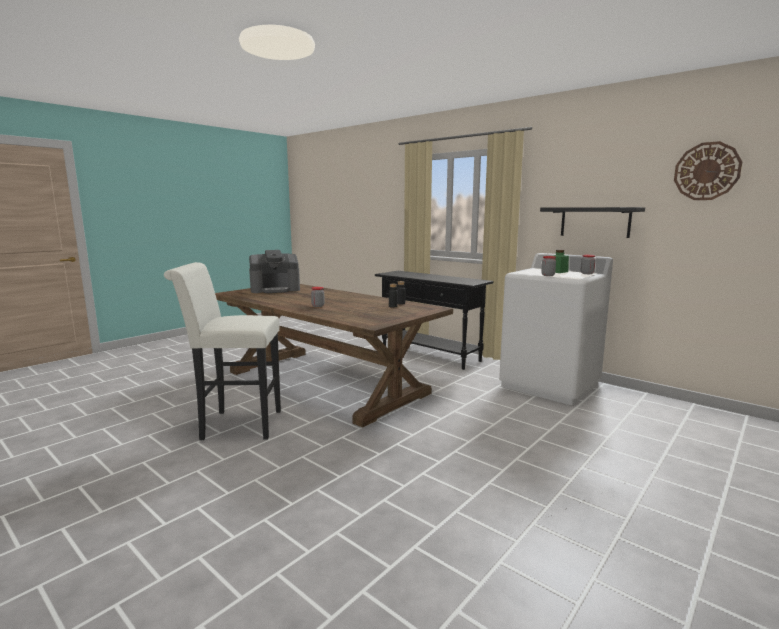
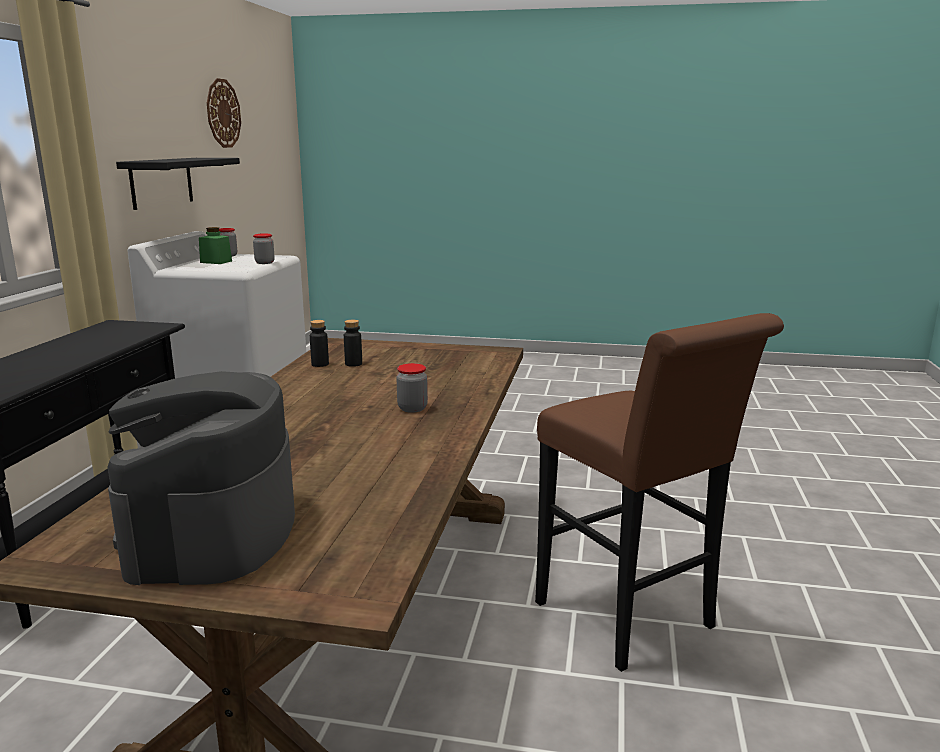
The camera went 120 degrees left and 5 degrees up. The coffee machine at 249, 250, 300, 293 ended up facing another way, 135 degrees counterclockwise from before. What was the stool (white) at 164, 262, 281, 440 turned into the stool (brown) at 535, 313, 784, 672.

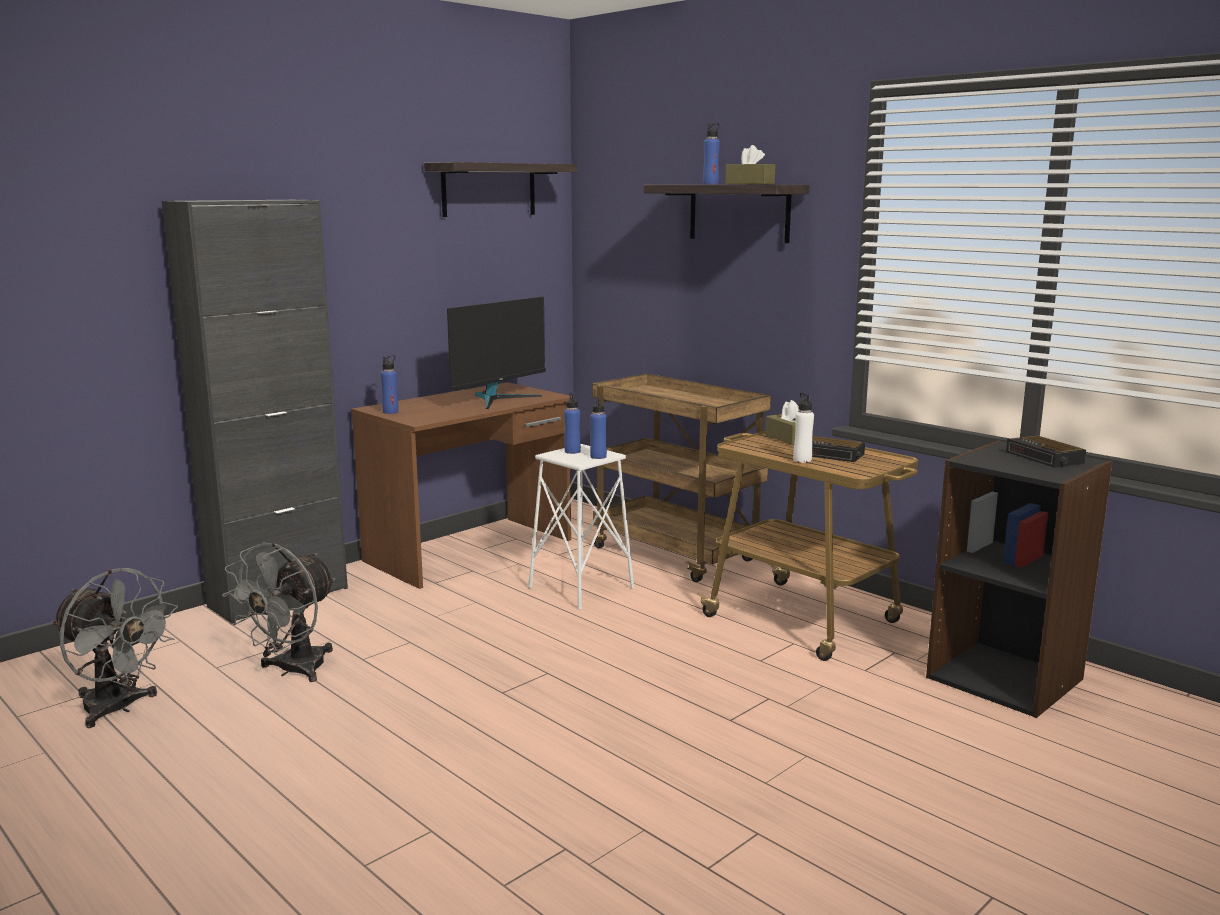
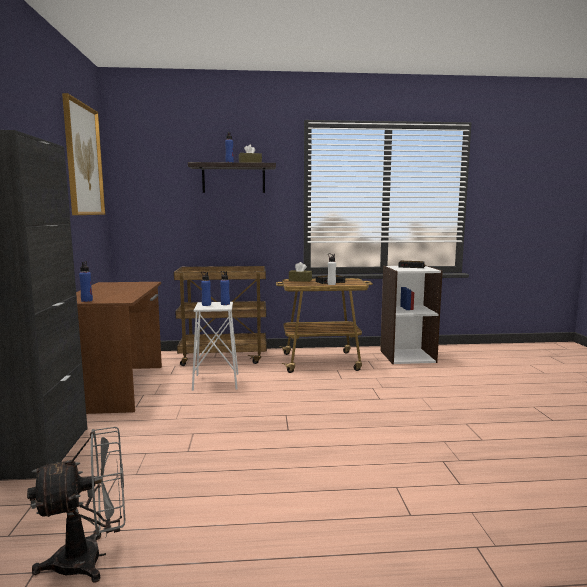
The camera went 50 degrees left and 5 degrees down. Where the shelf hung at 424, 162, 577, 217, the picture came to hang at 62, 93, 105, 215. The second view lost the monitor at 447, 296, 546, 409. What was the bookcase (black) at 926, 440, 1112, 718 turned into the bookcase (white) at 380, 265, 443, 364. The second view lost the fan (grey) at 222, 542, 336, 682.

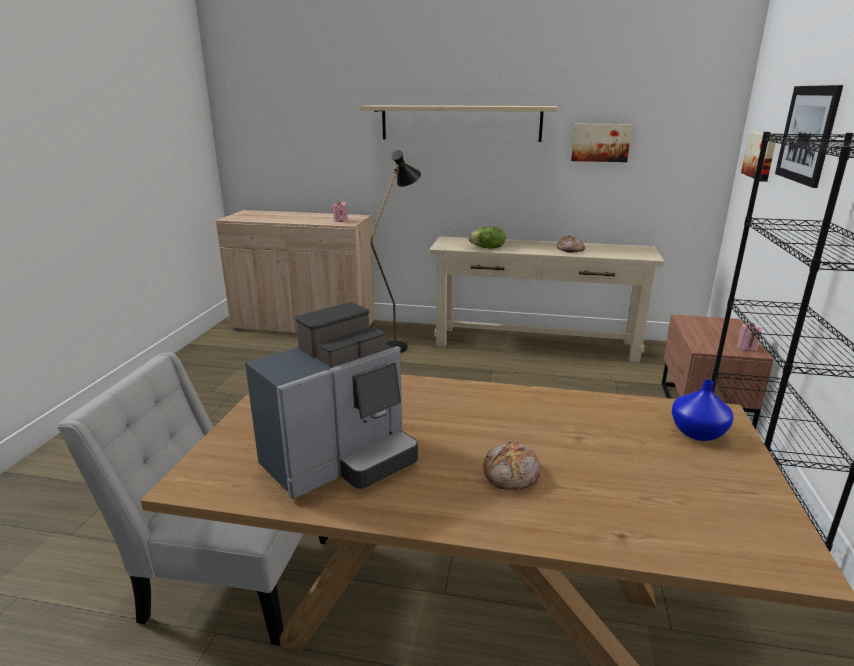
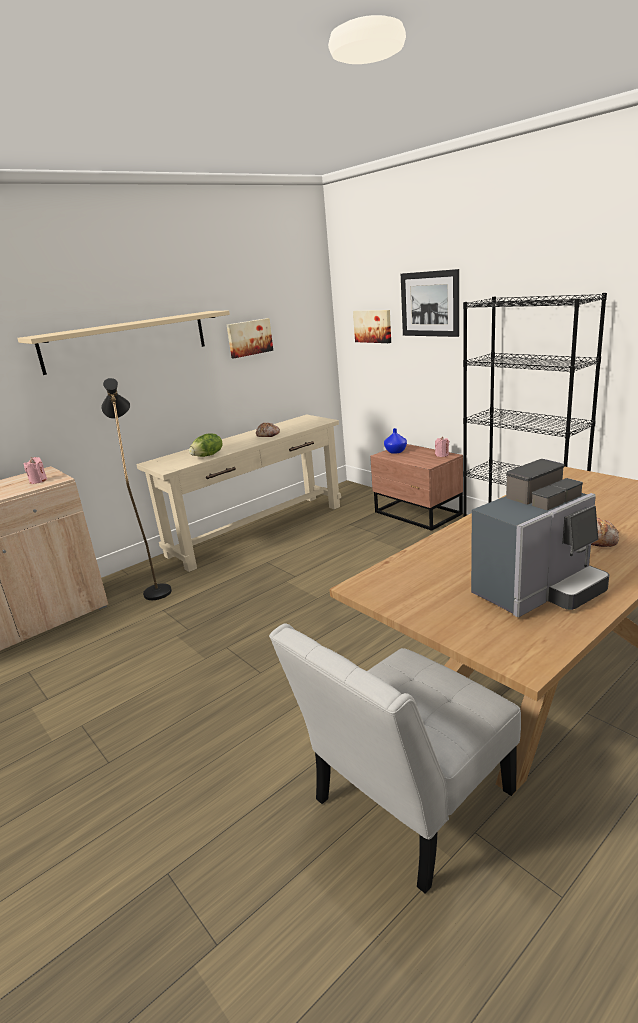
The camera went 50 degrees left and 0 degrees up. The coffee machine at 245, 302, 418, 499 ended up facing another way, 60 degrees clockwise from before. The vase (blue) ended up elsewhere, having gone from 672, 380, 733, 441 to 384, 428, 407, 454.

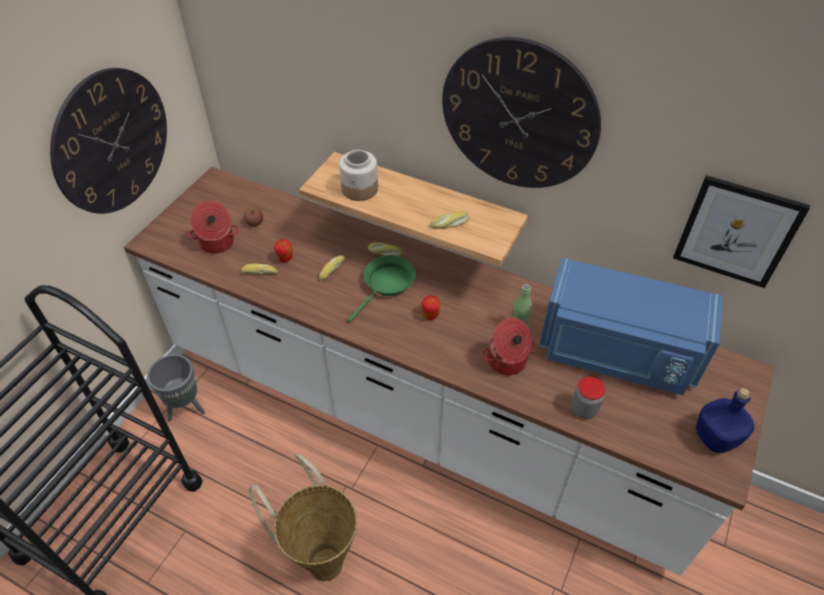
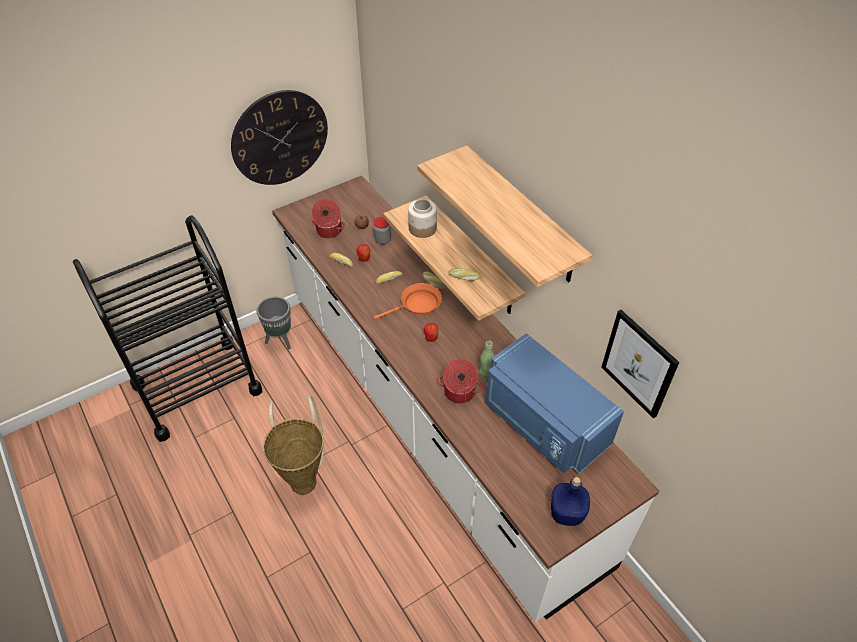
The camera went 30 degrees right and 0 degrees up. Where the wall clock hung at 442, 37, 601, 188, the shelf came to hang at 417, 145, 592, 287. What was the frying pan (green) at 348, 255, 416, 322 turned into the frying pan (orange) at 374, 283, 442, 319. The jar ended up elsewhere, having gone from 571, 377, 605, 419 to 373, 217, 391, 245.

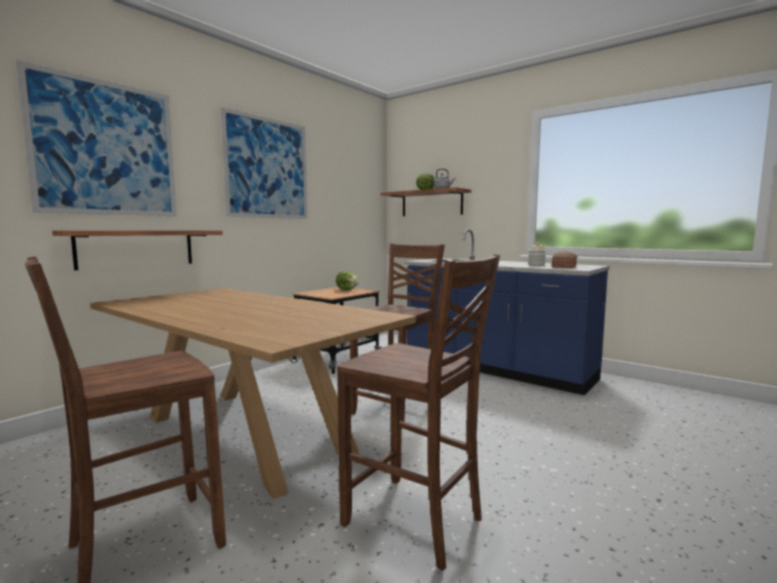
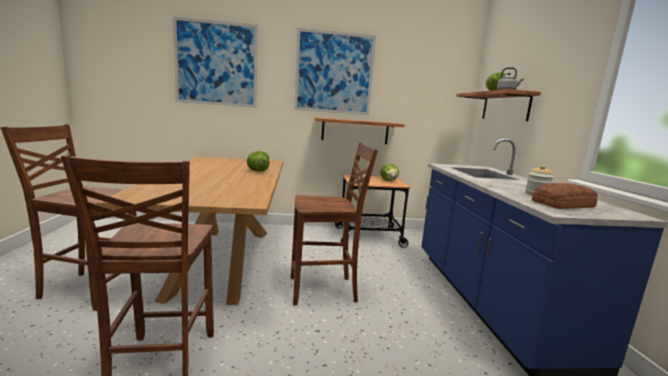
The camera went 45 degrees right and 5 degrees up. The shelf ended up elsewhere, having gone from 52, 230, 223, 270 to 314, 117, 405, 144. The second view gained the lettuce at 247, 151, 269, 172.

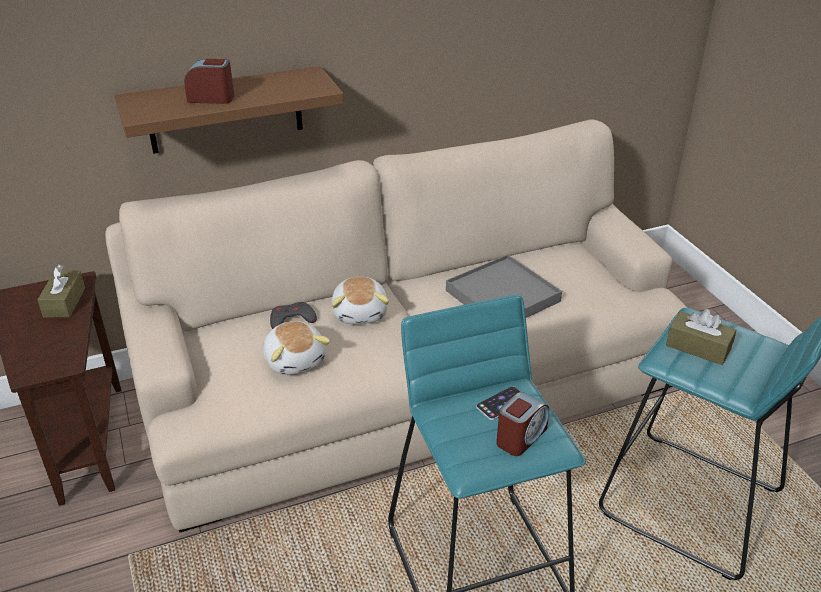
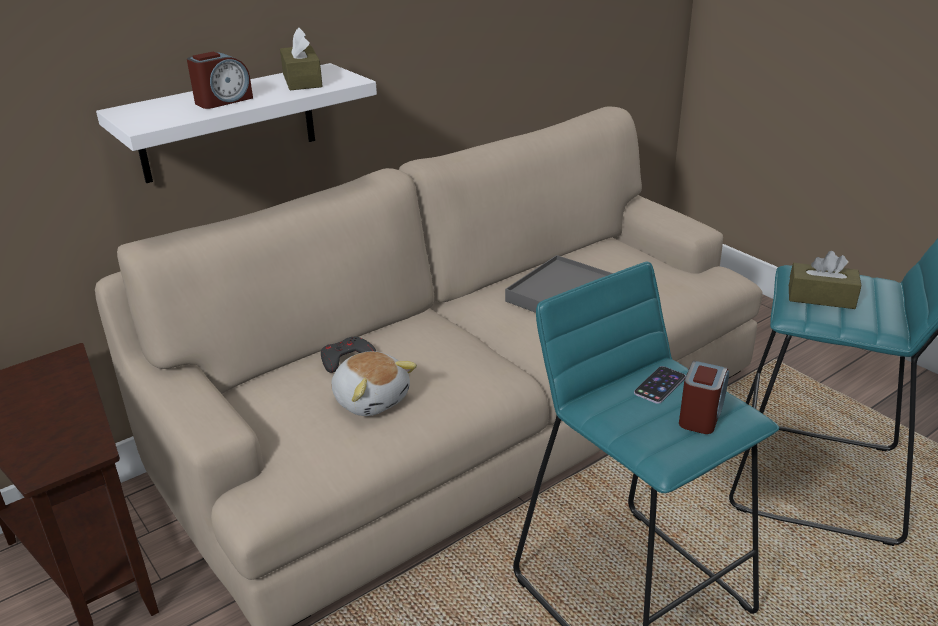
The camera went 15 degrees left and 5 degrees down. The alarm clock at 184, 59, 234, 104 ended up facing another way, 150 degrees clockwise from before. What was the shelf (brown) at 115, 66, 344, 154 turned into the shelf (white) at 96, 63, 377, 183. The tissue box (brown) ended up elsewhere, having gone from 38, 265, 85, 318 to 280, 27, 323, 90. The second view lost the plush toy at 332, 277, 389, 324.

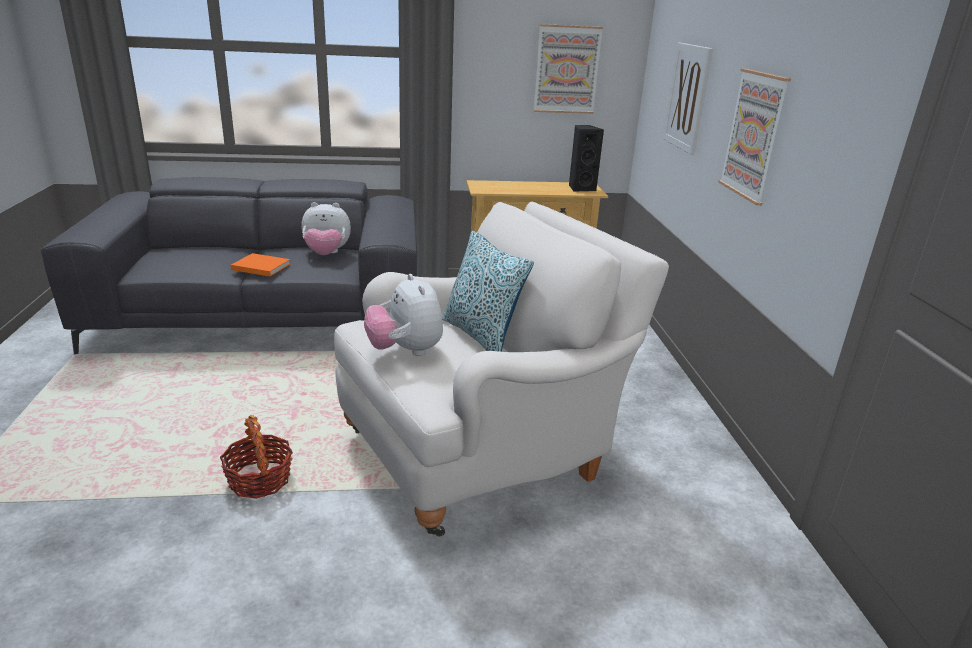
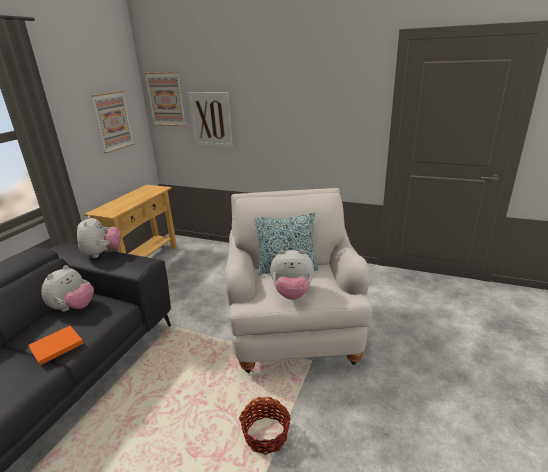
The camera went 60 degrees left and 0 degrees up. The picture ended up elsewhere, having gone from 718, 69, 791, 205 to 145, 72, 186, 126. The second view lost the speaker (black) at 569, 125, 604, 192. The second view gained the plush toy at 77, 215, 121, 258.

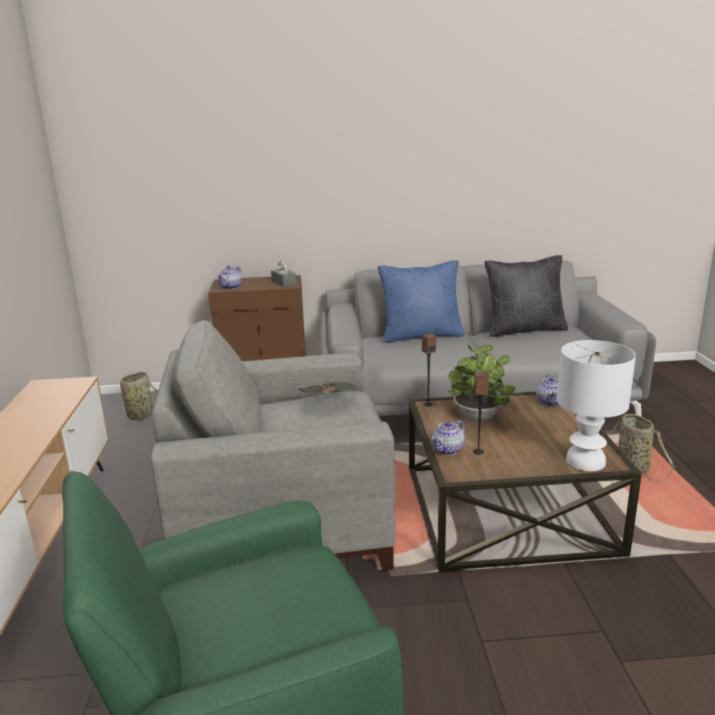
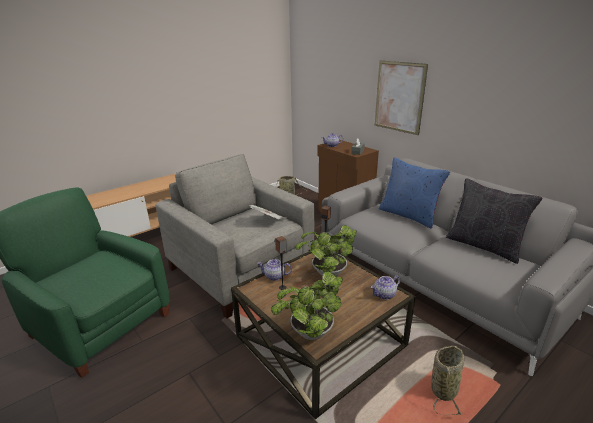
The camera went 55 degrees right and 5 degrees up. Where the table lamp (white) stood at 557, 340, 636, 471, the potted plant came to stand at 271, 271, 343, 340. The second view gained the picture at 375, 61, 428, 135.

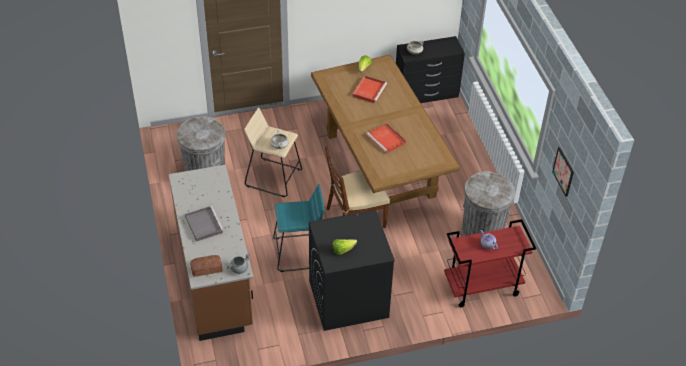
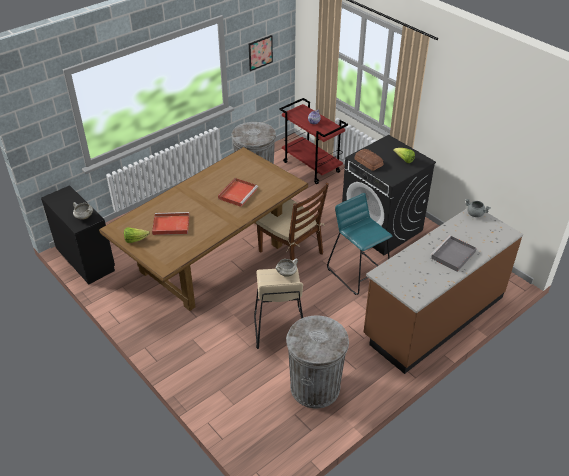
The camera went 115 degrees left and 5 degrees down. The bread ended up elsewhere, having gone from 190, 255, 223, 277 to 354, 149, 383, 171.

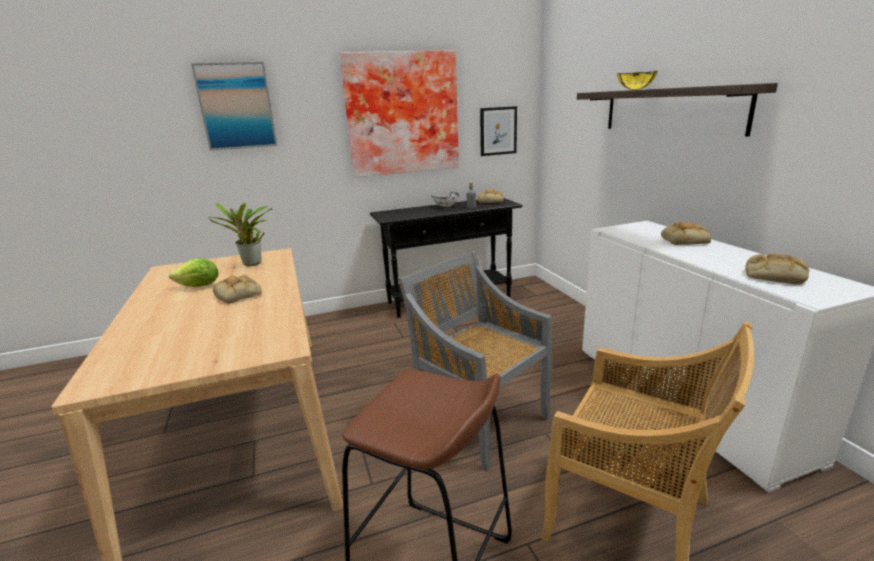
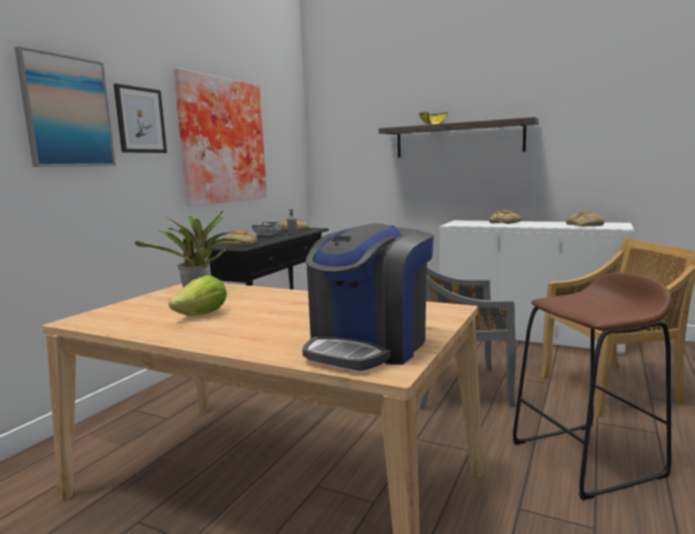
The camera went 45 degrees left and 10 degrees down. The picture ended up elsewhere, having gone from 480, 106, 517, 156 to 114, 84, 167, 153. The bread ended up elsewhere, having gone from 213, 274, 262, 304 to 224, 230, 258, 246. The second view gained the coffee machine at 302, 223, 434, 371.

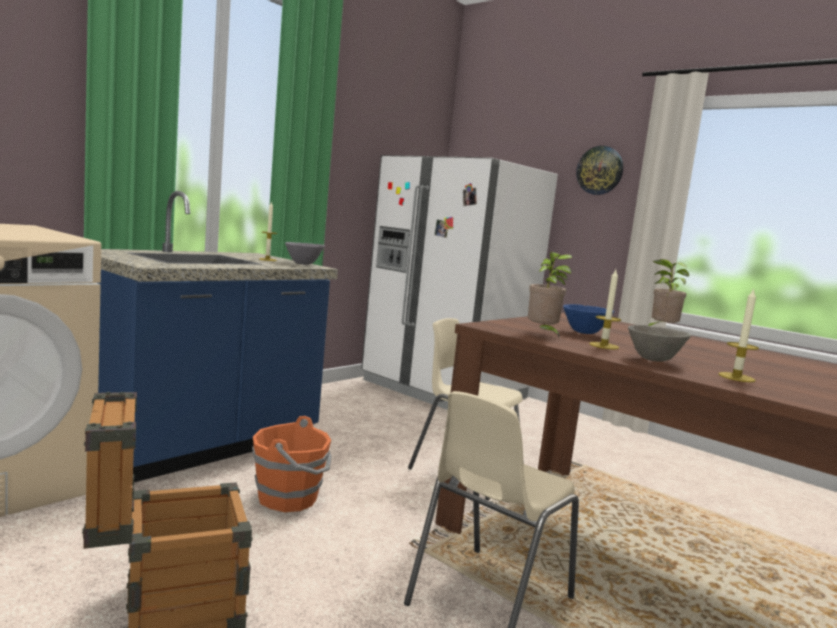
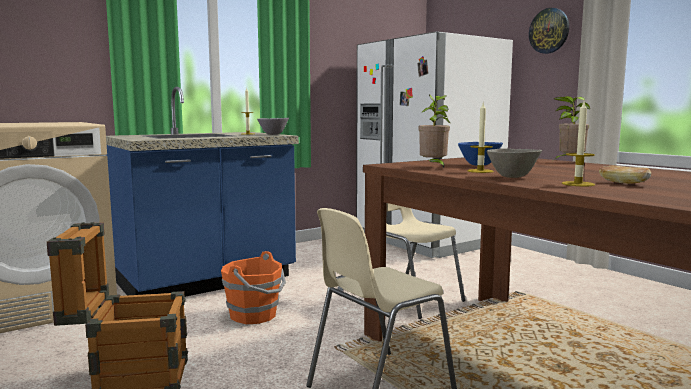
The camera went 15 degrees right and 0 degrees up. The second view gained the bread at 599, 166, 651, 184.

